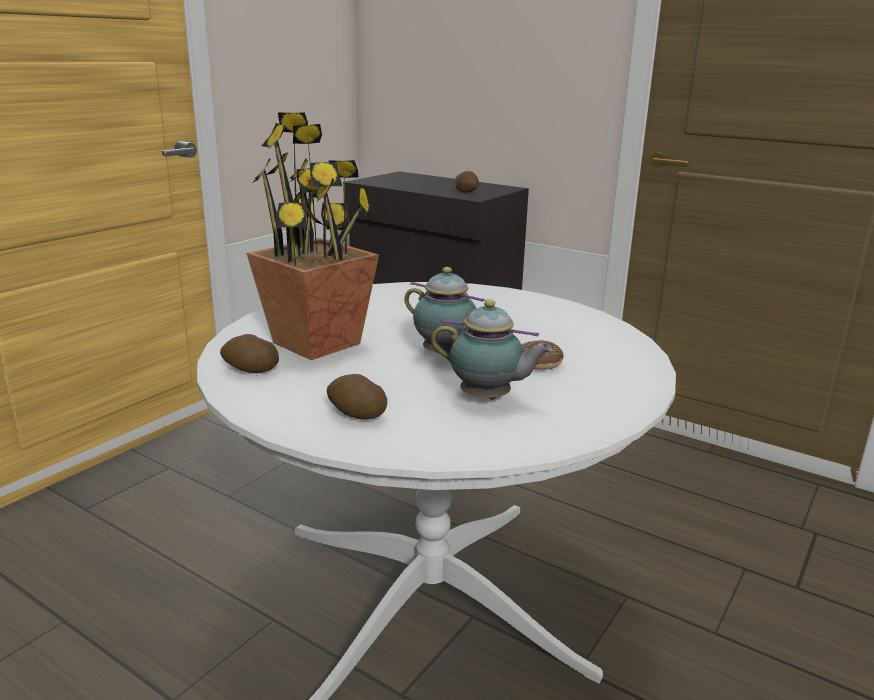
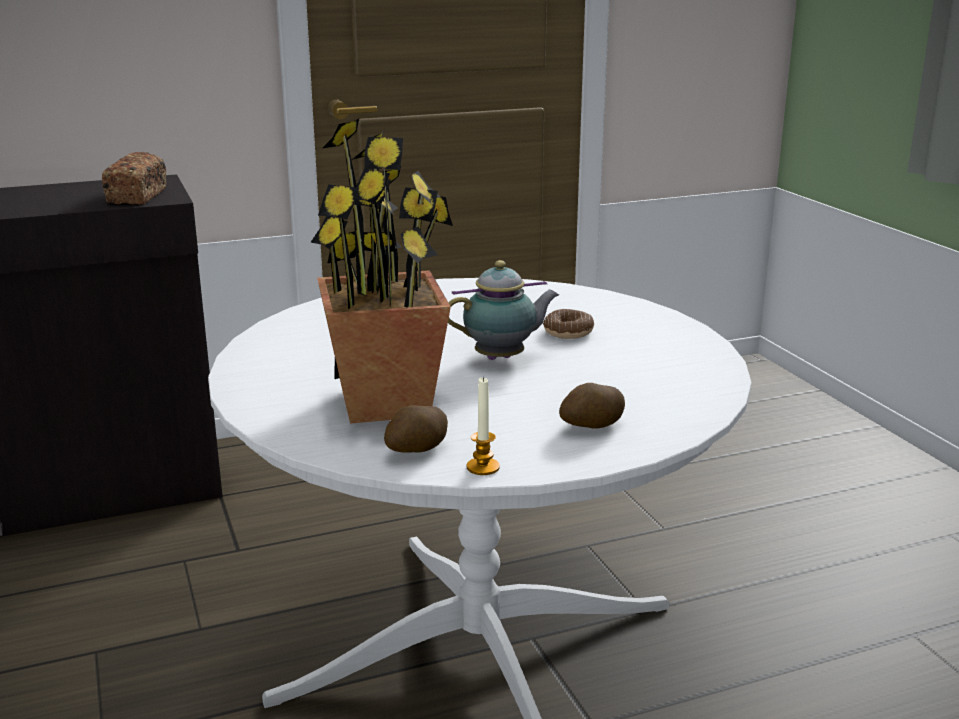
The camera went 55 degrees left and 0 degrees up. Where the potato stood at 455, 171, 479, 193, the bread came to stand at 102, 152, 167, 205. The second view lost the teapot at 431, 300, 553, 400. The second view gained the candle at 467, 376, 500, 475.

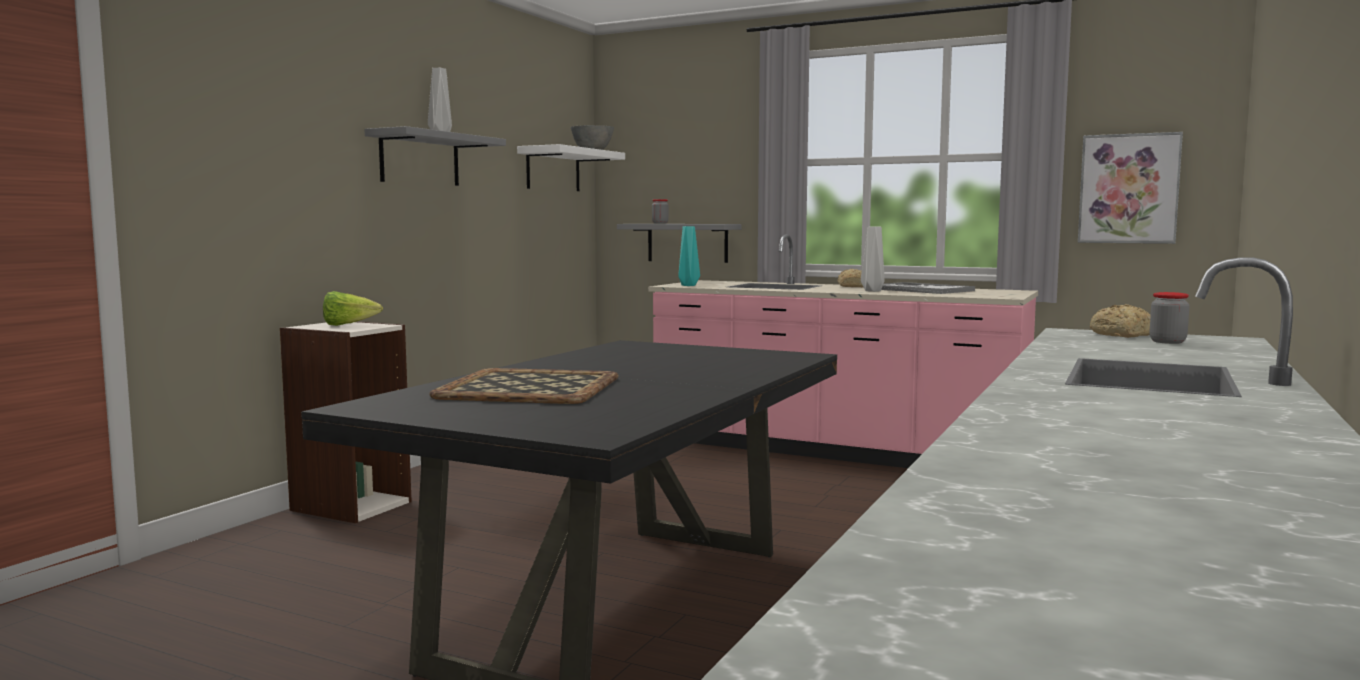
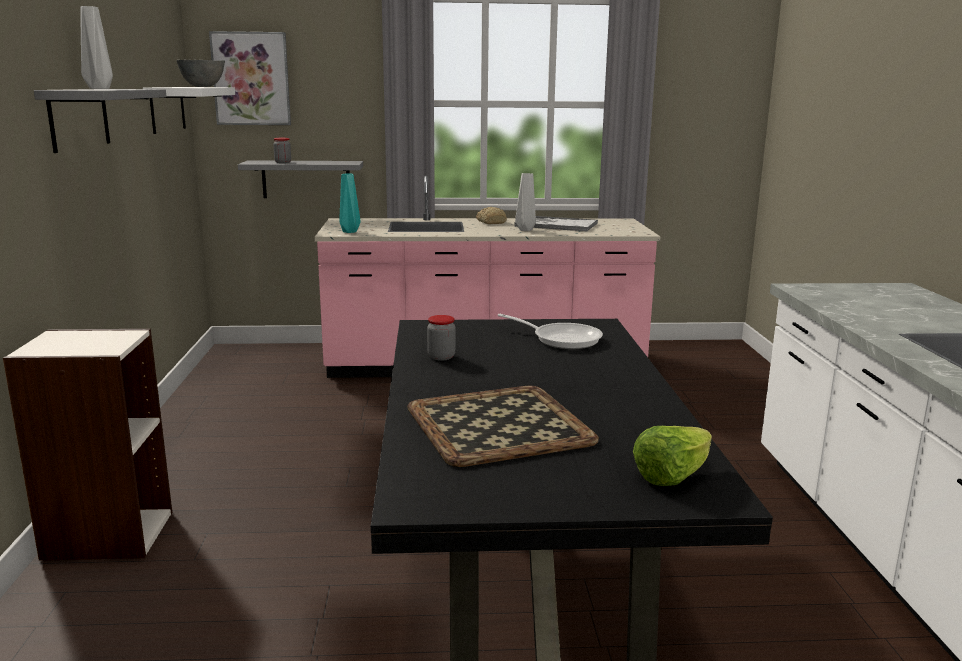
The camera went 30 degrees left and 10 degrees up. The picture ended up elsewhere, having gone from 1078, 132, 1183, 244 to 209, 31, 291, 125. The lettuce ended up elsewhere, having gone from 323, 291, 383, 326 to 633, 426, 712, 486. The jar ended up elsewhere, having gone from 1150, 292, 1189, 344 to 427, 315, 456, 361. The second view lost the bread at 1090, 304, 1151, 338. The second view gained the frying pan at 498, 314, 603, 349.

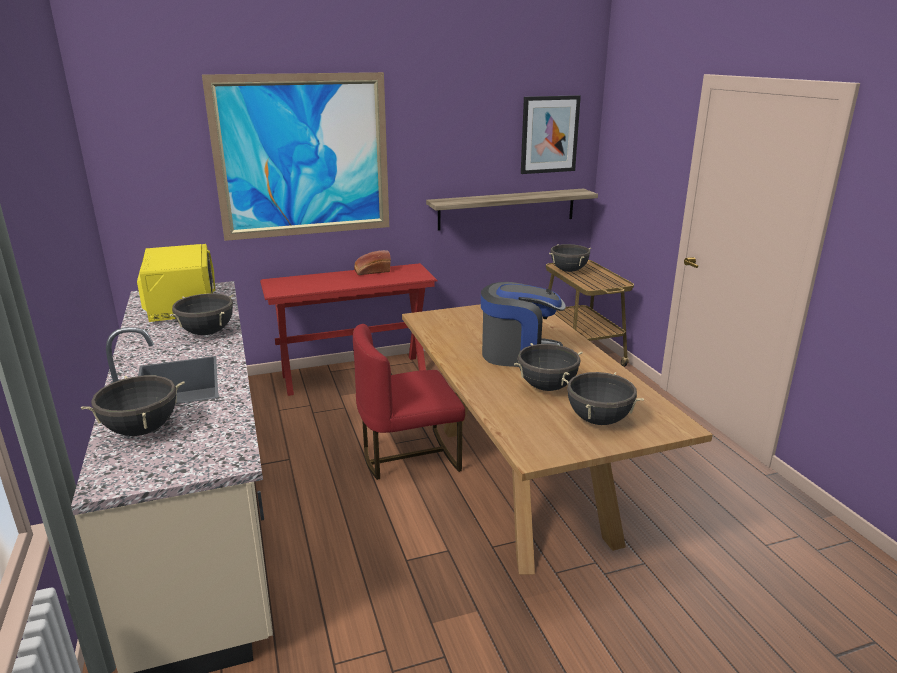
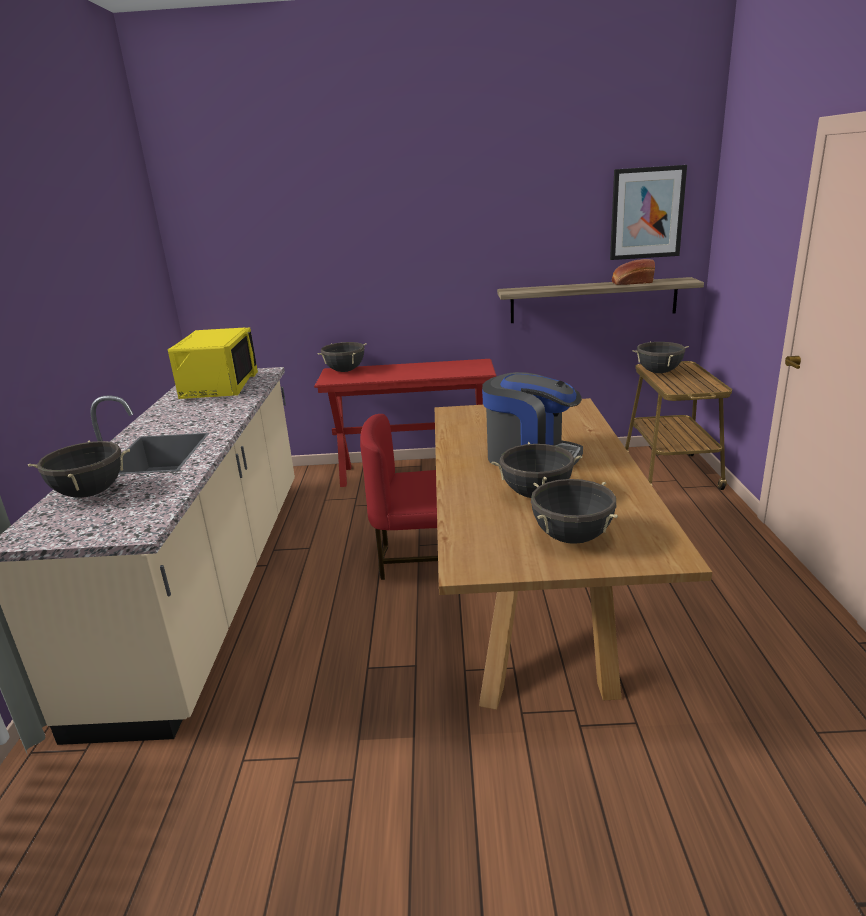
The camera went 20 degrees right and 0 degrees up. The second view lost the picture at 202, 72, 389, 241. The bread ended up elsewhere, having gone from 354, 250, 391, 275 to 612, 259, 655, 285. The cooking pot (black) ended up elsewhere, having gone from 170, 293, 234, 335 to 318, 342, 367, 372.

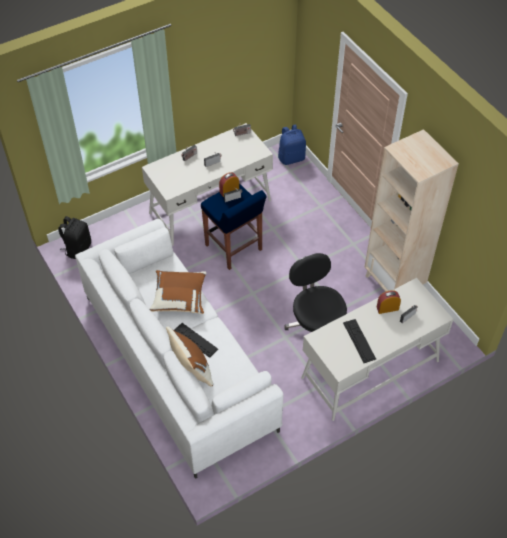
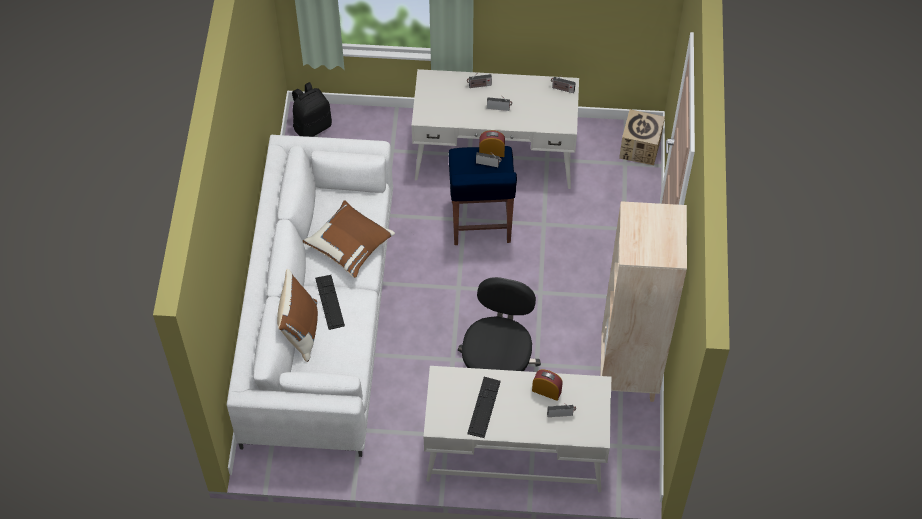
The camera went 35 degrees right and 5 degrees up. Where the backpack (blue) stood at 278, 124, 306, 165, the cardboard box came to stand at 619, 109, 665, 165.

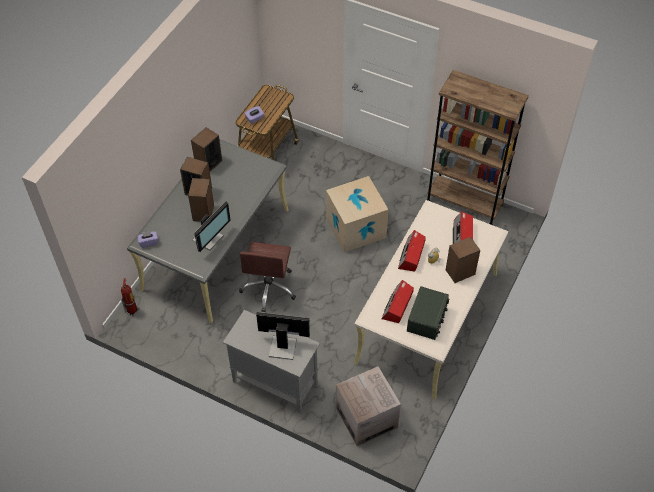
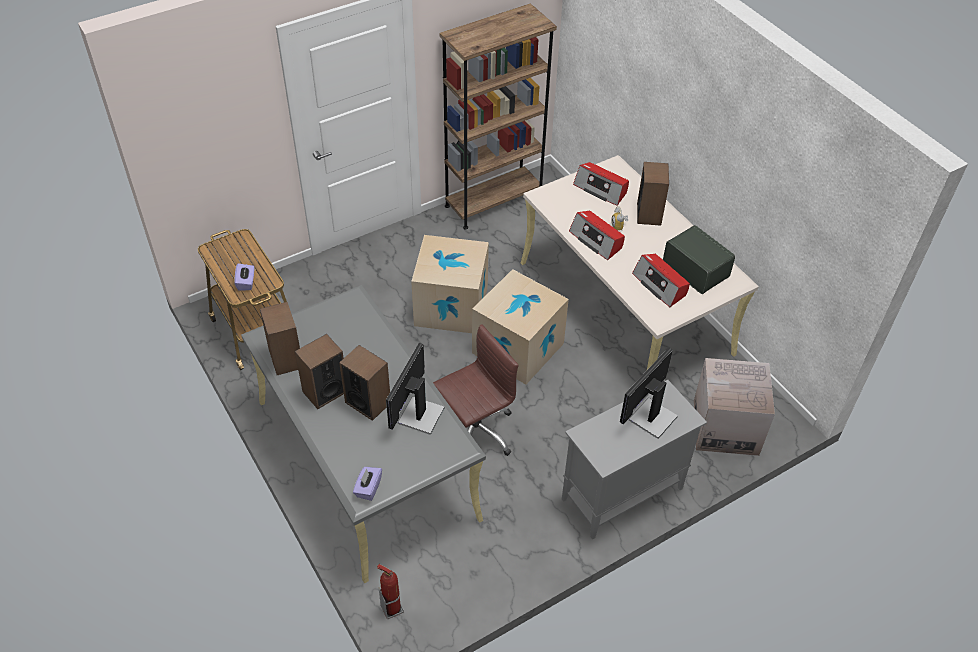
The camera went 60 degrees left and 5 degrees down. The monitor at 193, 201, 231, 252 ended up facing another way, 135 degrees counterclockwise from before. The office chair (brown) at 239, 242, 296, 312 ended up facing another way, 75 degrees counterclockwise from before. The second view gained the cardboard box at 472, 269, 569, 385.

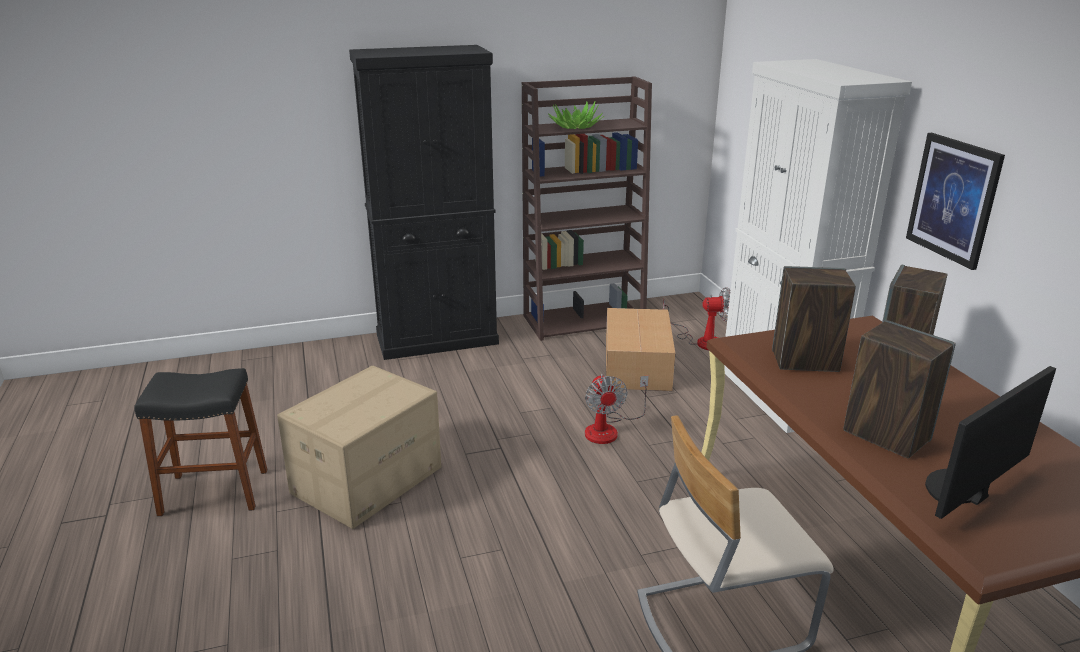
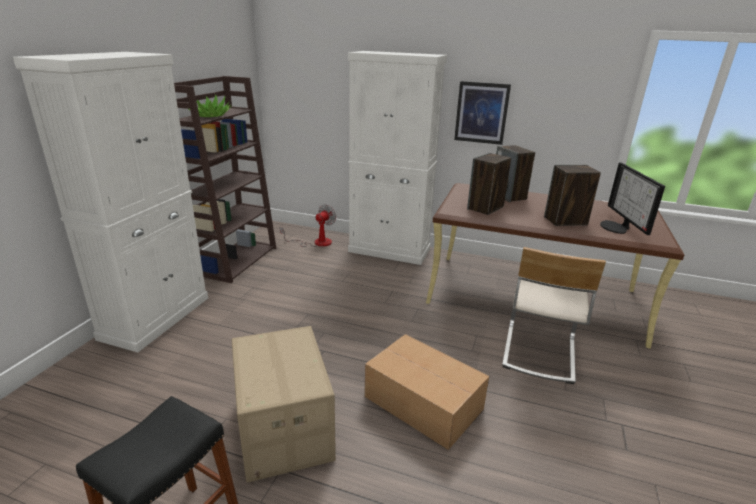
The camera went 55 degrees left and 0 degrees up. What was the cabinet (black) at 349, 45, 499, 360 turned into the cabinet (white) at 13, 52, 208, 352. The cardboard box ended up elsewhere, having gone from 606, 308, 675, 391 to 364, 334, 489, 450. The second view lost the fan at 585, 374, 649, 444.

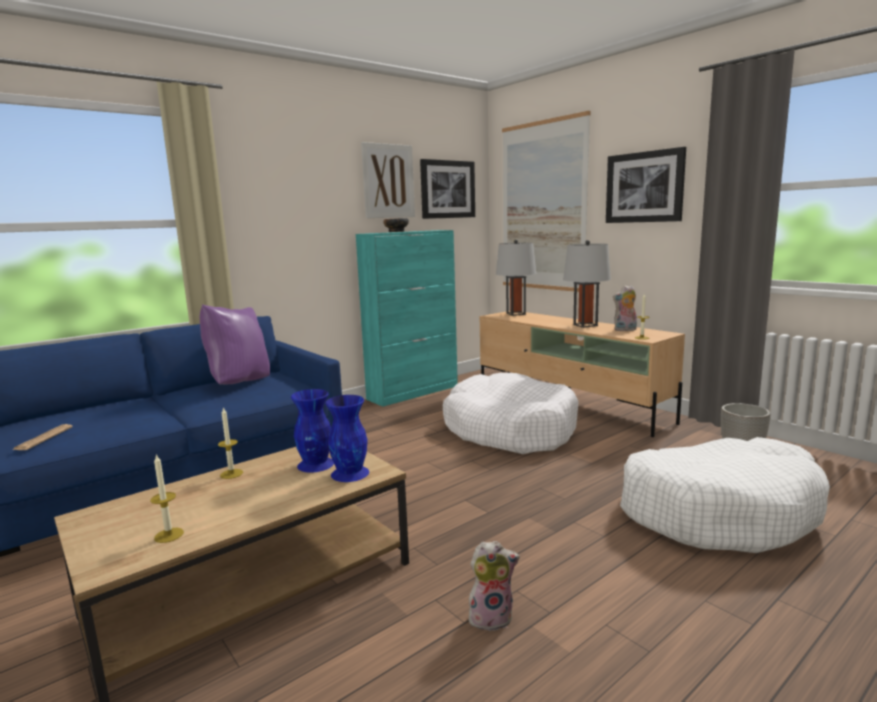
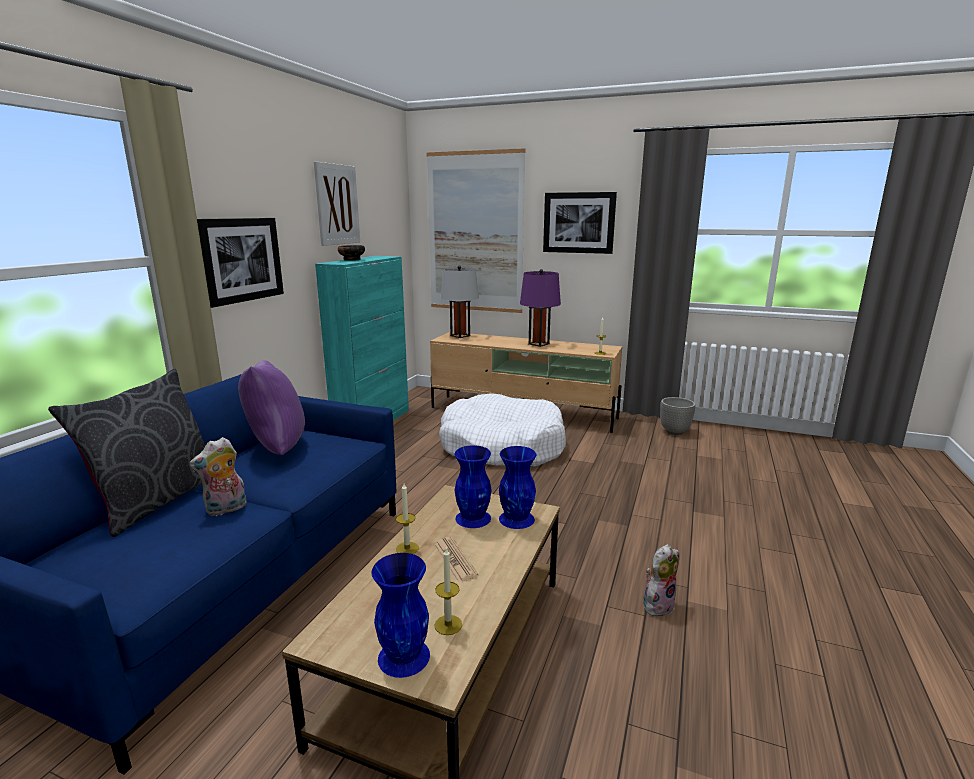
The camera went 30 degrees left and 5 degrees up. The picture ended up elsewhere, having gone from 420, 159, 475, 219 to 197, 218, 284, 308. What was the table lamp (grey) at 563, 240, 611, 328 turned into the table lamp (purple) at 520, 269, 561, 347. The plush toy ended up elsewhere, having gone from 613, 285, 637, 331 to 189, 437, 247, 516. The newspaper ended up elsewhere, having gone from 12, 424, 73, 450 to 434, 537, 478, 582. The second view lost the dog bed (white) at 620, 437, 830, 553. The second view gained the pillow (grey) at 48, 369, 205, 537. The second view gained the vase (blue) at 371, 553, 430, 678.

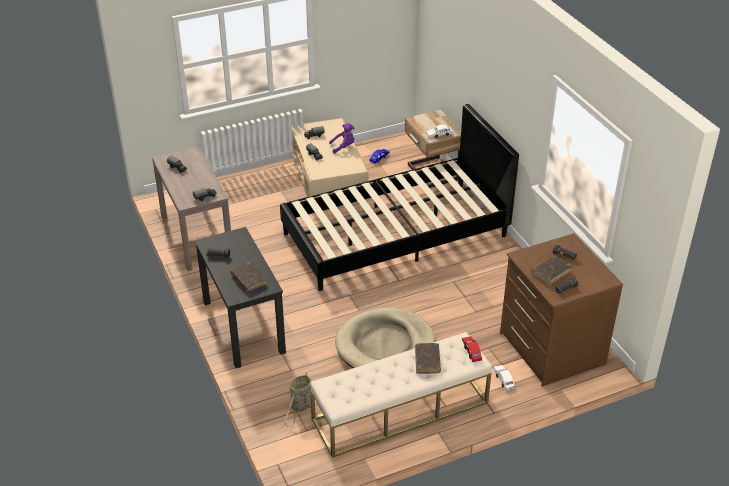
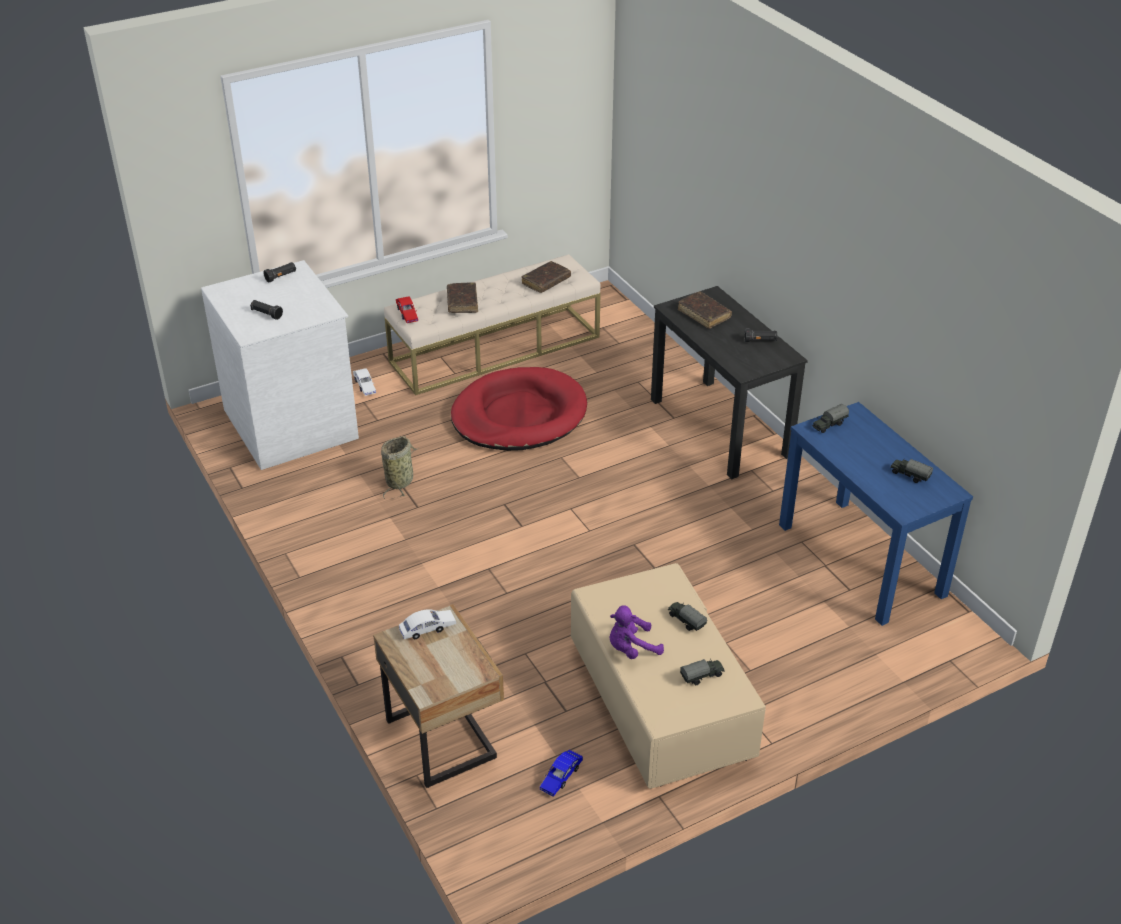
The camera went 175 degrees right and 0 degrees up. The second view lost the bed (black) at 280, 104, 519, 291. What was the console table (brown) at 152, 147, 231, 271 turned into the console table (blue) at 779, 402, 973, 626. What was the dresser (brown) at 500, 233, 623, 387 turned into the dresser (white) at 201, 260, 359, 470. The book (brown) ended up elsewhere, having gone from 531, 256, 572, 286 to 522, 261, 571, 293. What was the dog bed (beige) at 335, 307, 435, 368 turned into the dog bed (red) at 451, 367, 587, 451. The basket ended up elsewhere, having gone from 284, 372, 311, 427 to 381, 436, 419, 499.

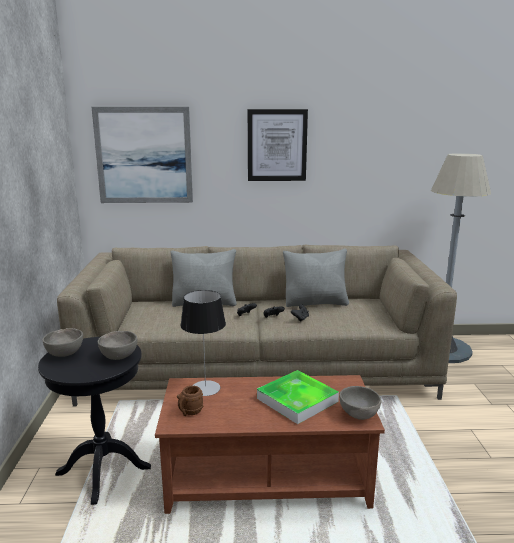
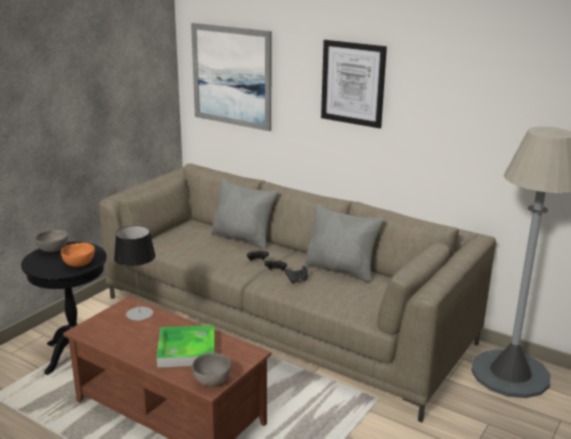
The camera went 35 degrees right and 5 degrees up. What was the bowl (grey) at 98, 331, 137, 360 turned into the bowl (orange) at 61, 243, 95, 267. The second view lost the mug (brown) at 177, 386, 203, 416.

